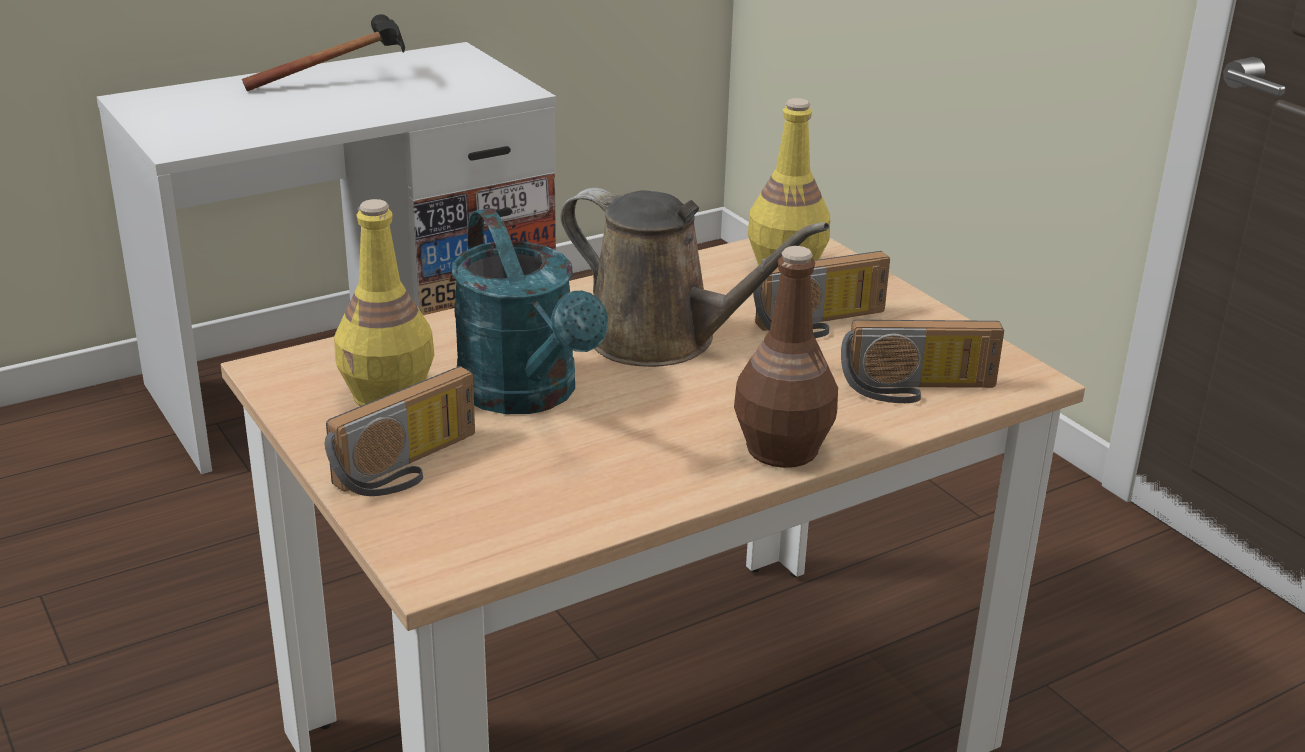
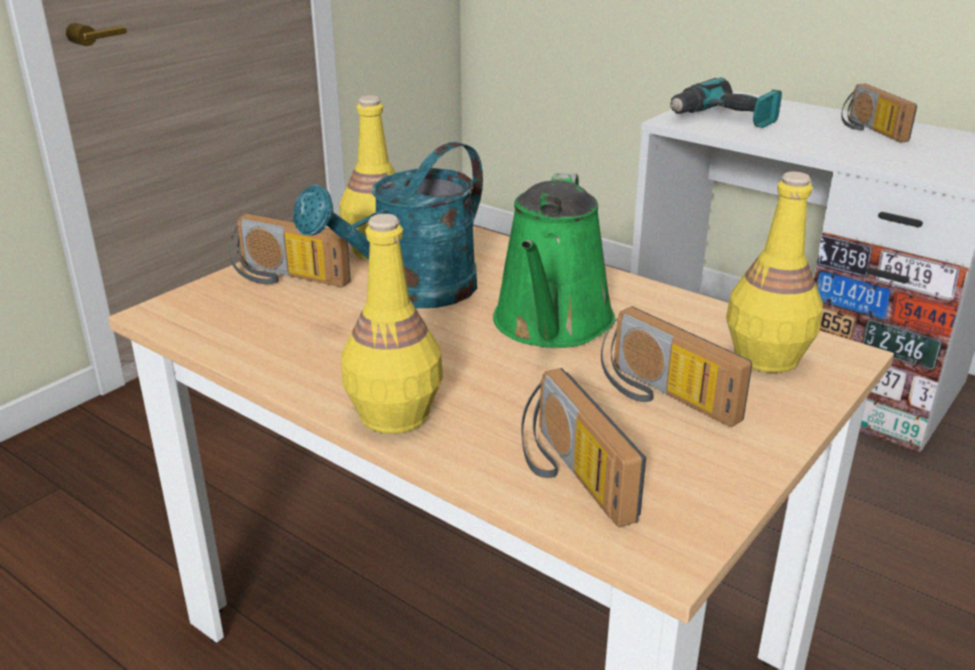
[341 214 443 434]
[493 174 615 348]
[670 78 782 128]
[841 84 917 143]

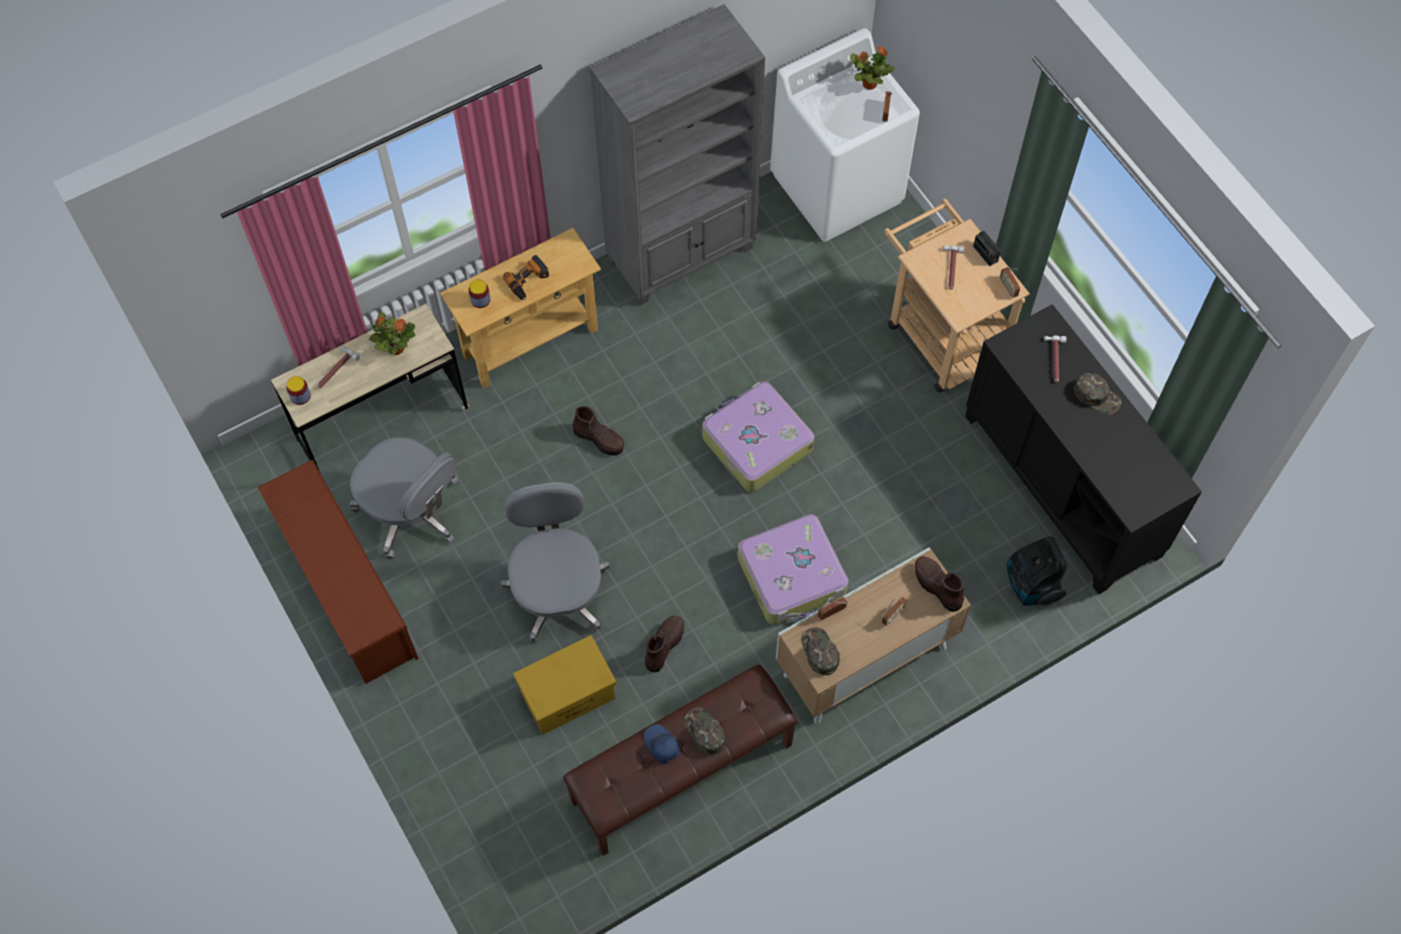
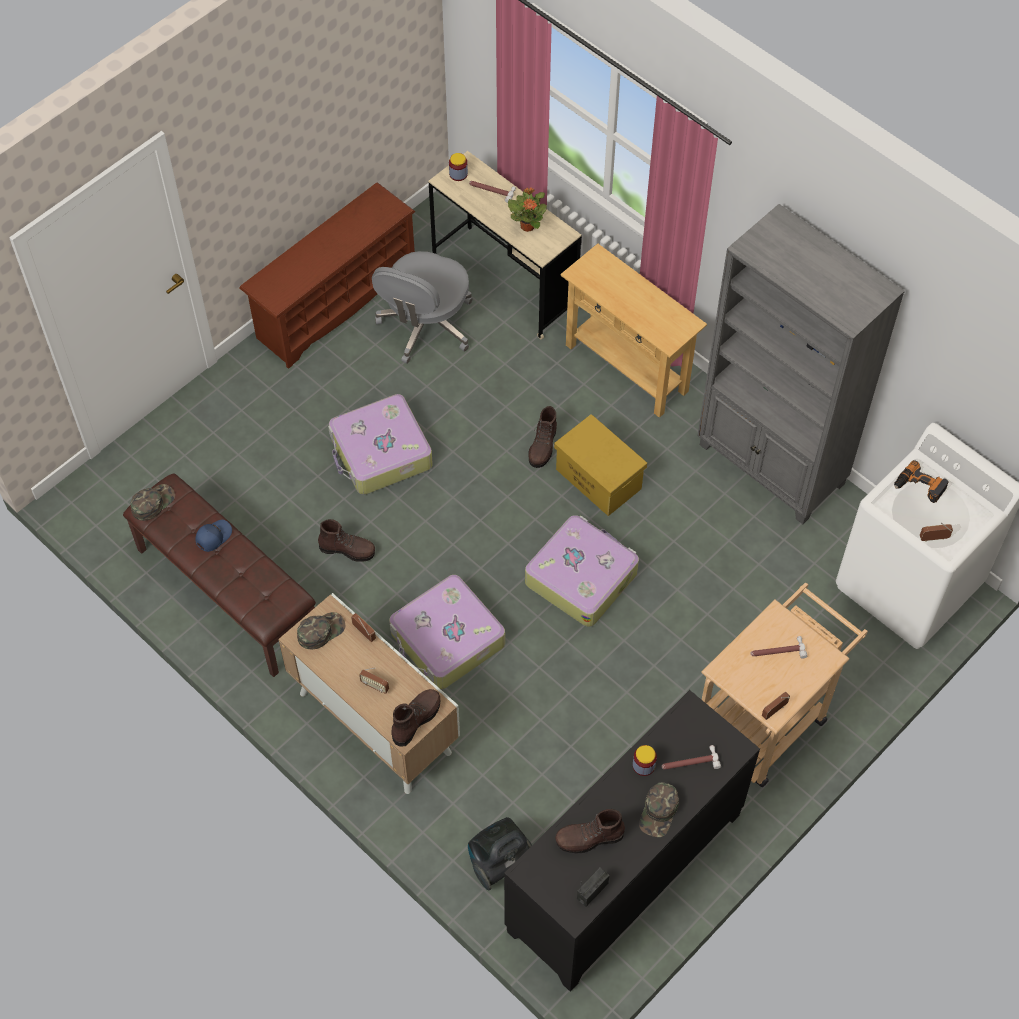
[130 484 175 521]
[328 394 433 495]
[554 414 647 516]
[555 809 625 853]
[577 868 609 907]
[633 745 657 776]
[894 460 949 503]
[850 46 895 90] (first image)

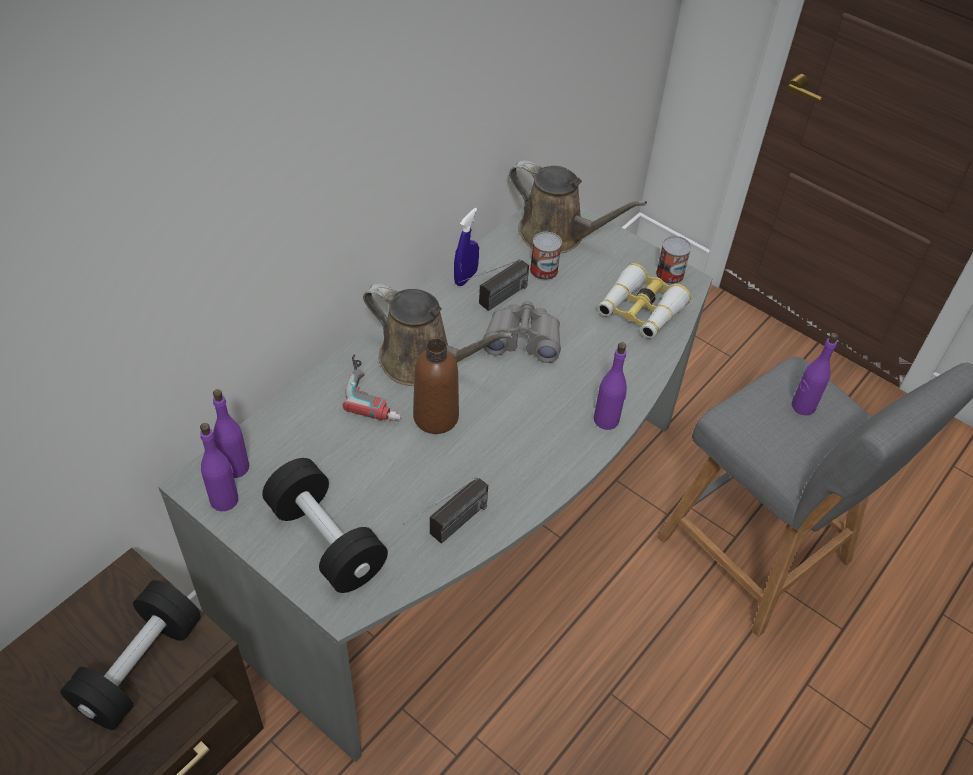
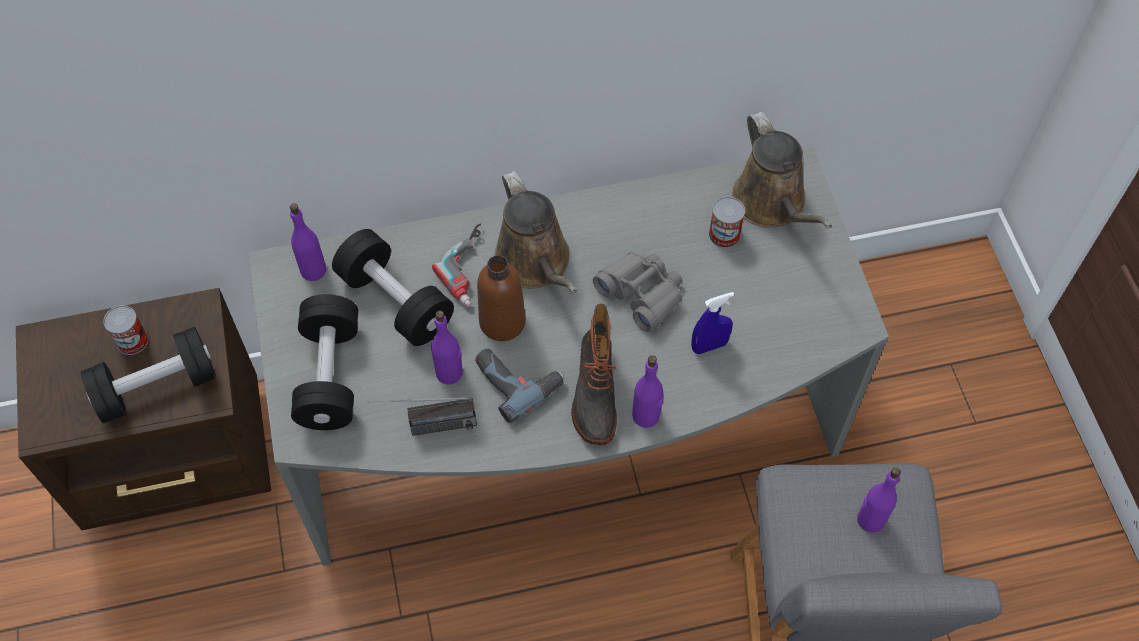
[103 305 148 355]
[332 229 454 346]
[431 311 463 385]
[475 349 564 423]
[571 303 617 445]
[691 292 734 354]
[458 259 529 311] (first image)
[598 263 691 339] (first image)

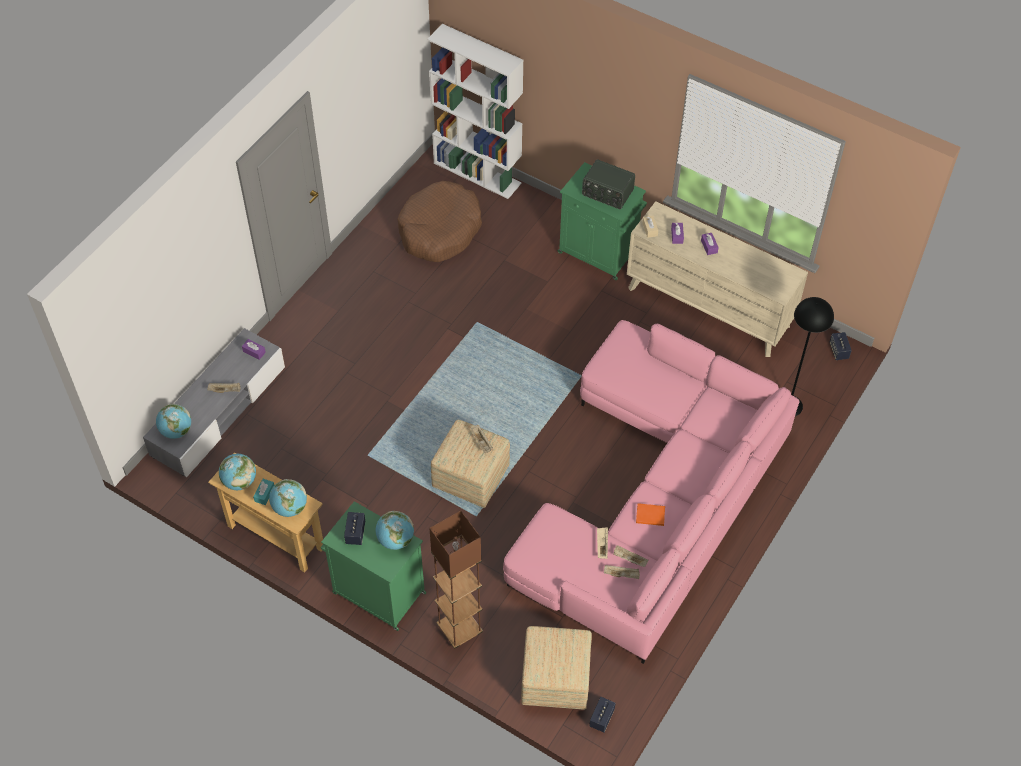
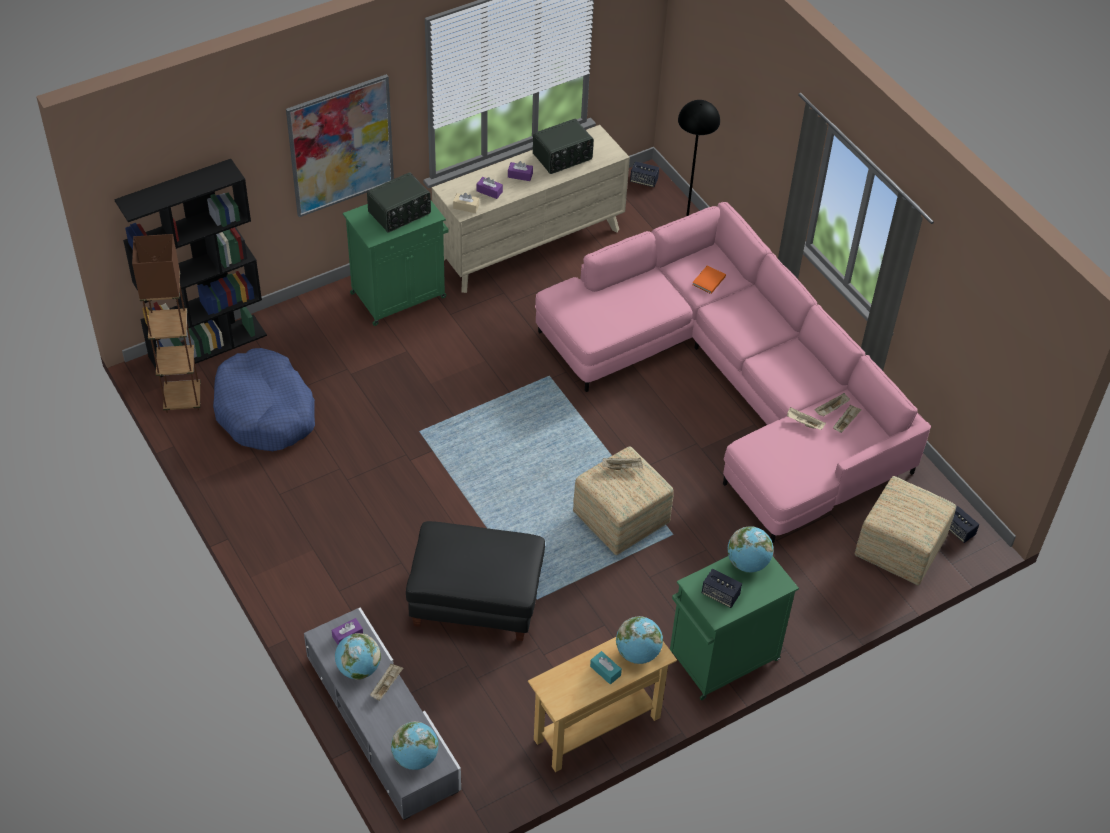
[114 159 267 377]
[132 234 201 413]
[213 348 315 451]
[286 74 394 217]
[335 633 381 680]
[406 521 545 641]
[533 119 594 174]
[692 266 726 294]

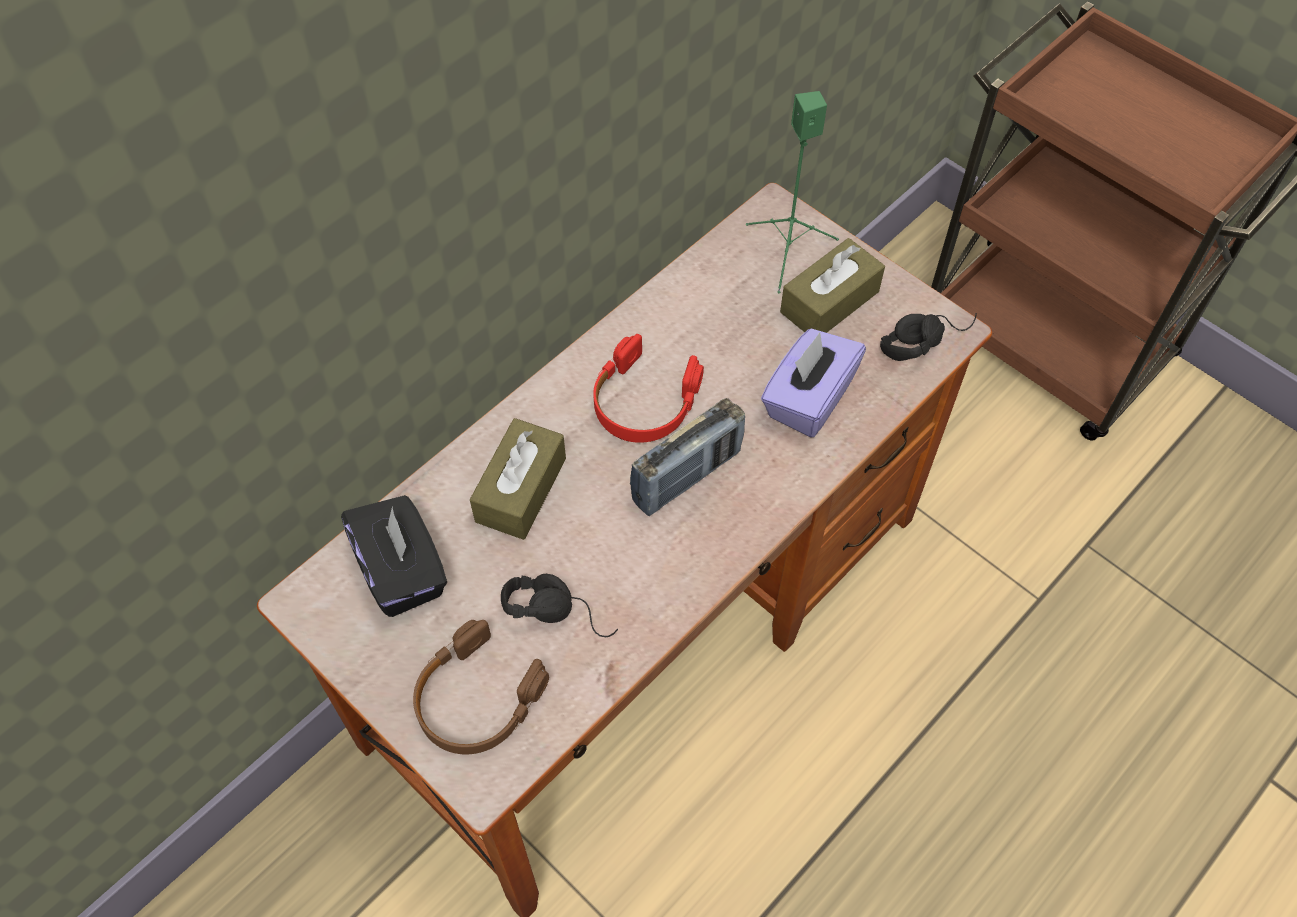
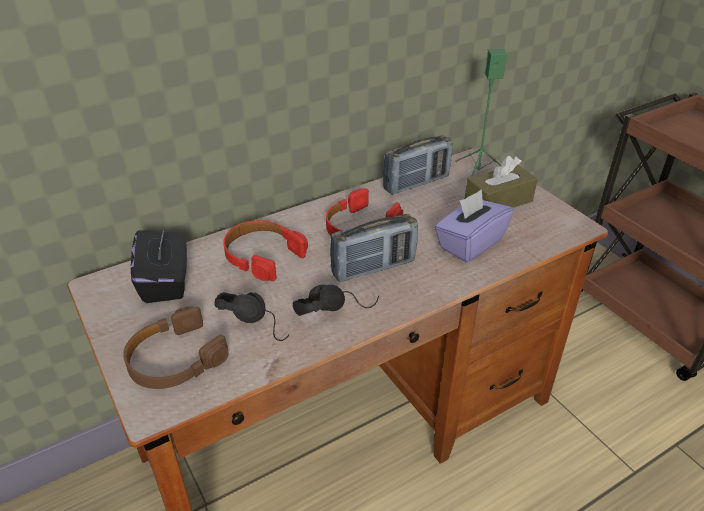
[223 220 308 281]
[293 284 379 316]
[383 135 453 195]

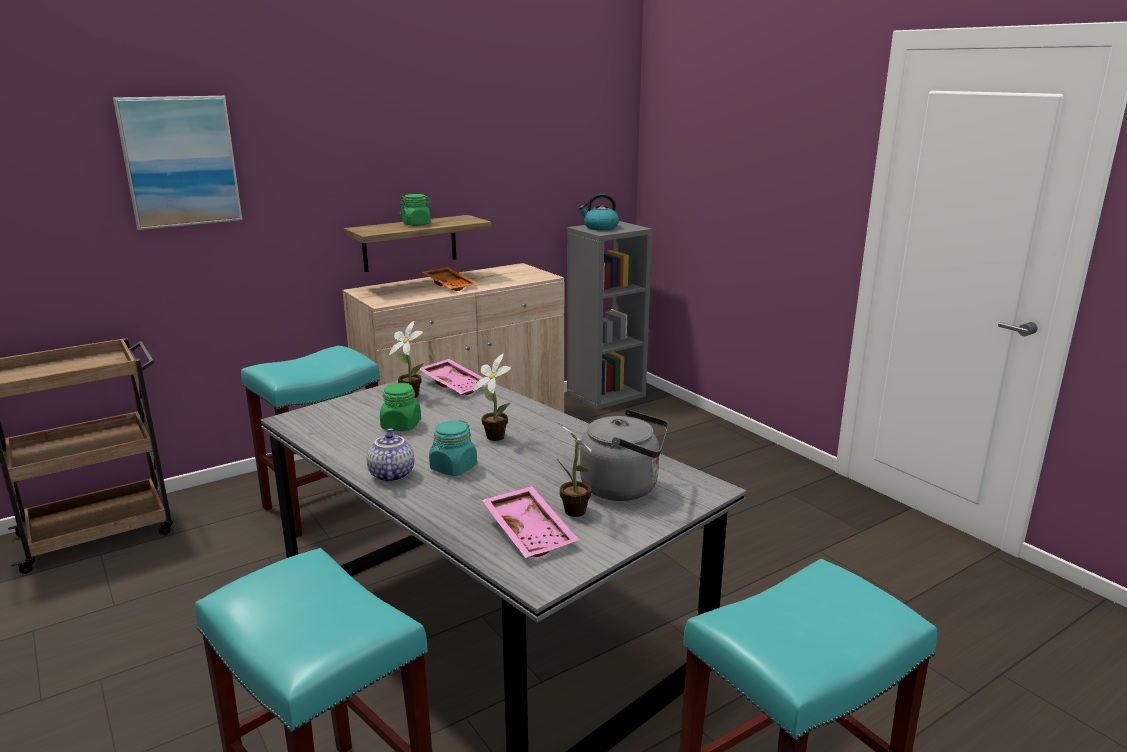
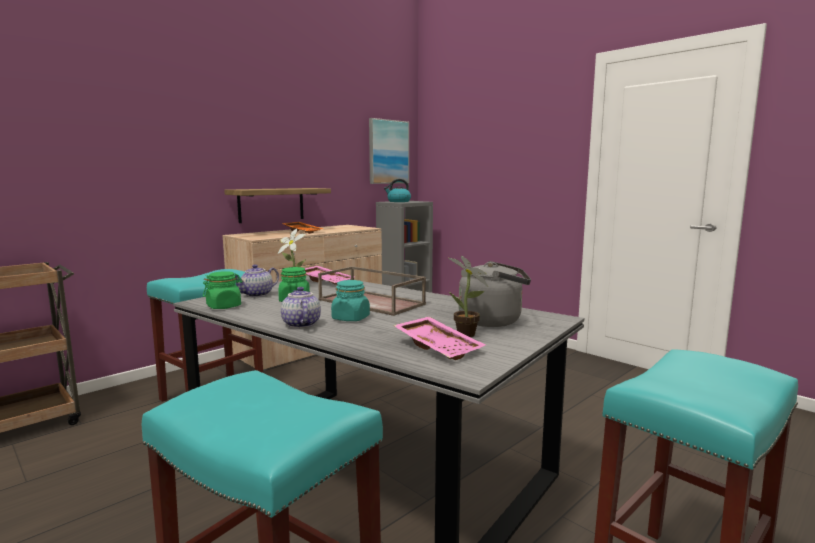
[203 271 243 309]
[235 264 279 297]
[318 266 426 316]
[369 118 409 184]

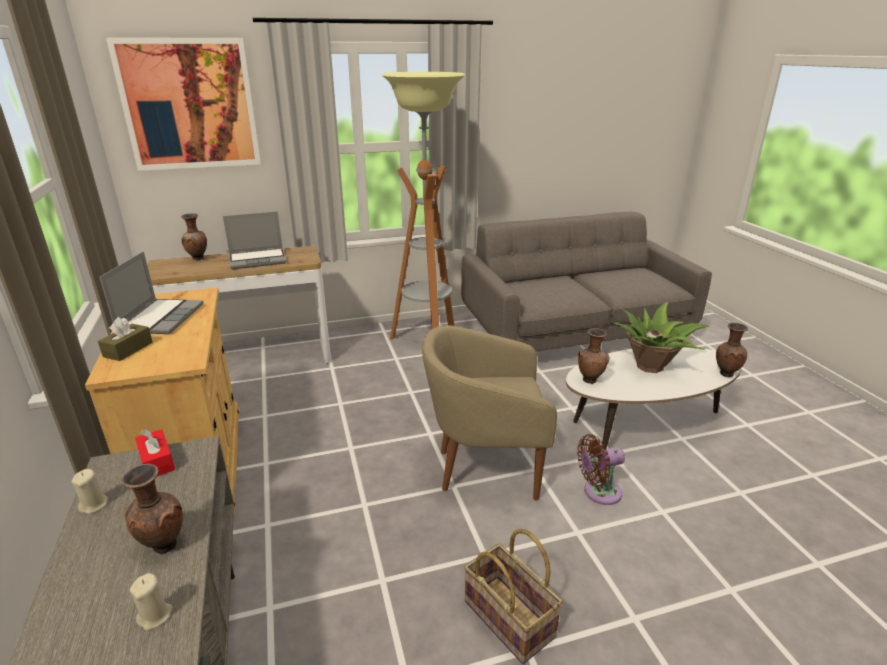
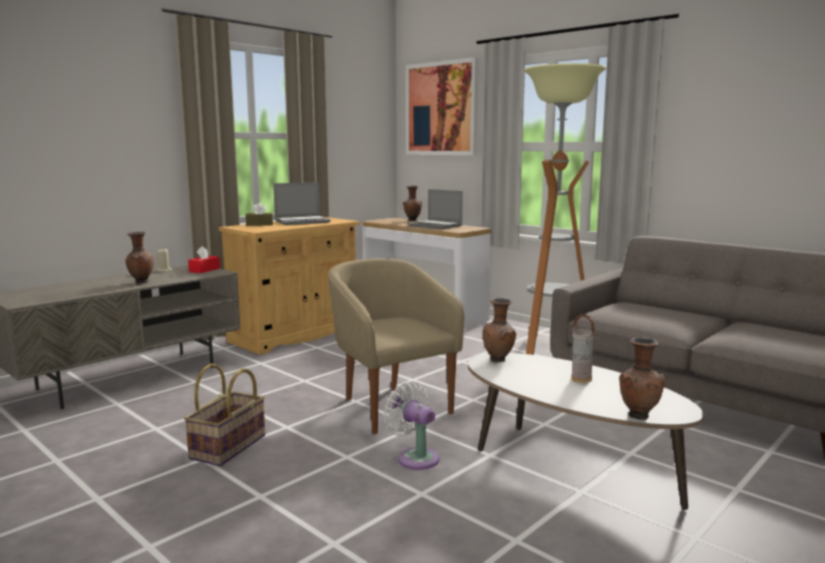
[383 381 439 470]
[571 314 595 383]
[130 573 172 631] (first image)

